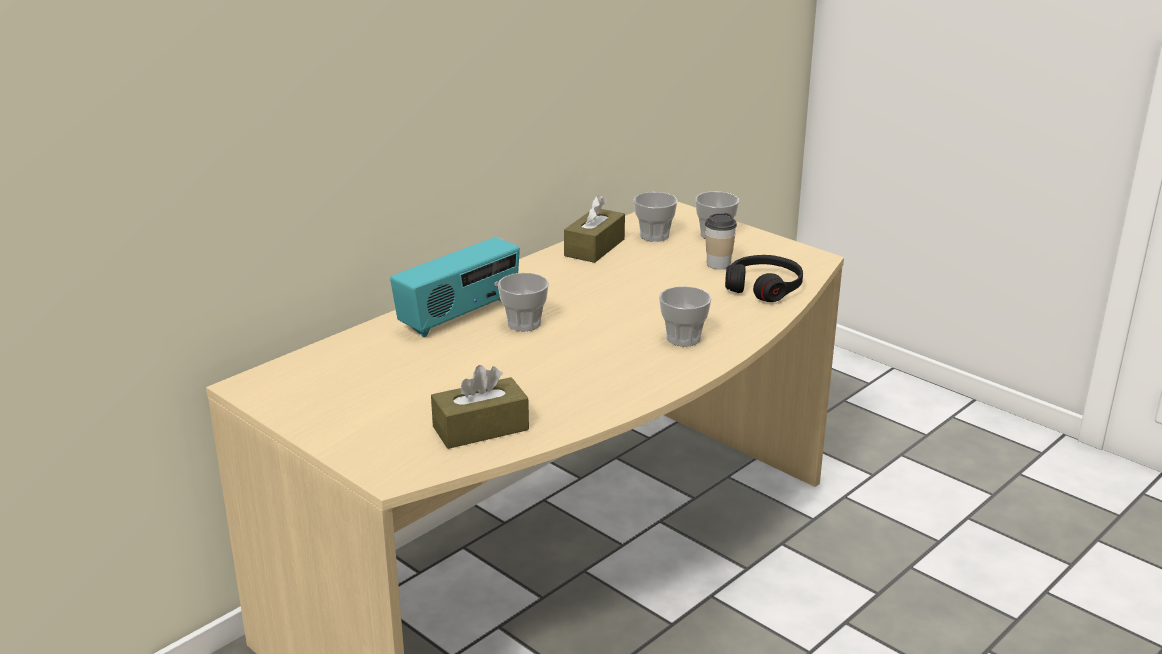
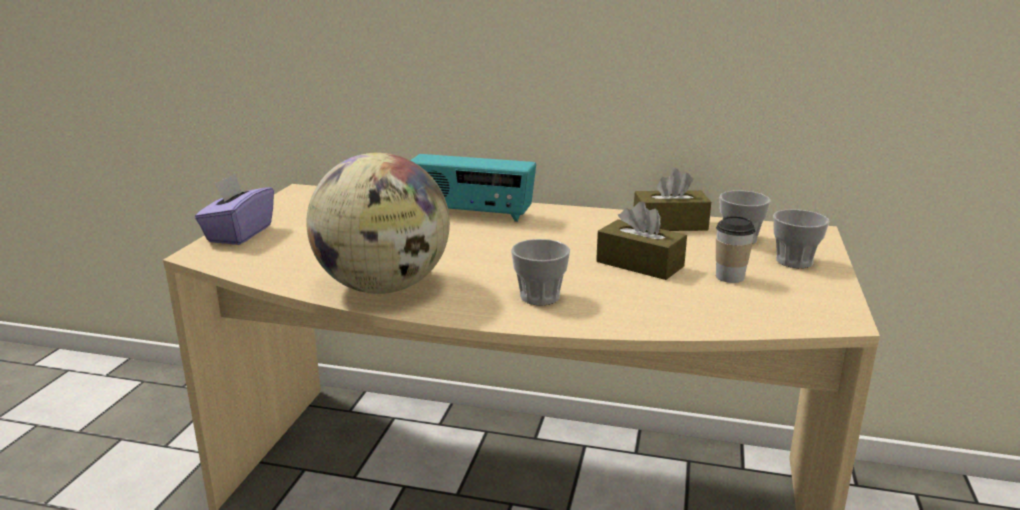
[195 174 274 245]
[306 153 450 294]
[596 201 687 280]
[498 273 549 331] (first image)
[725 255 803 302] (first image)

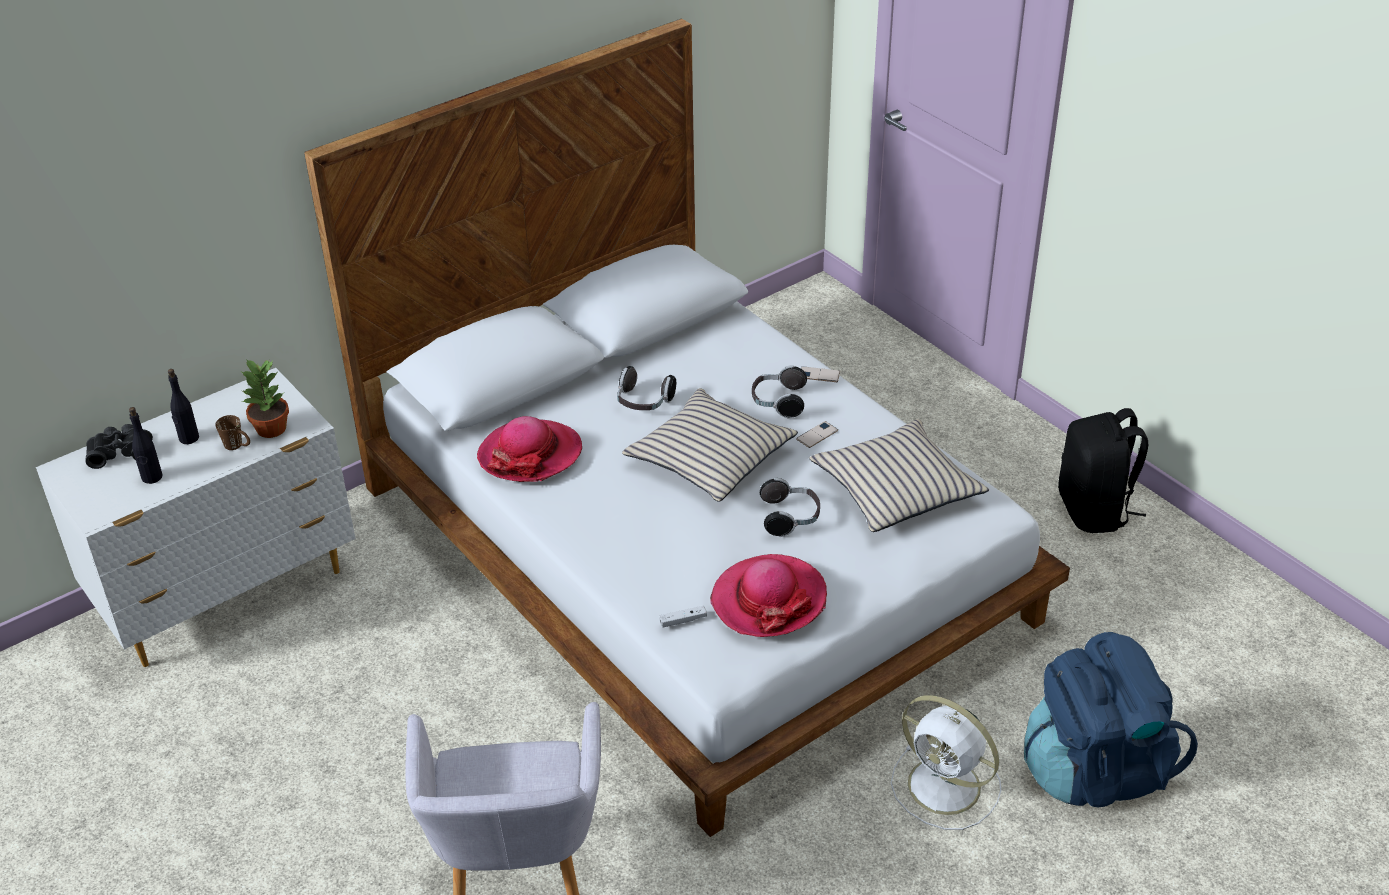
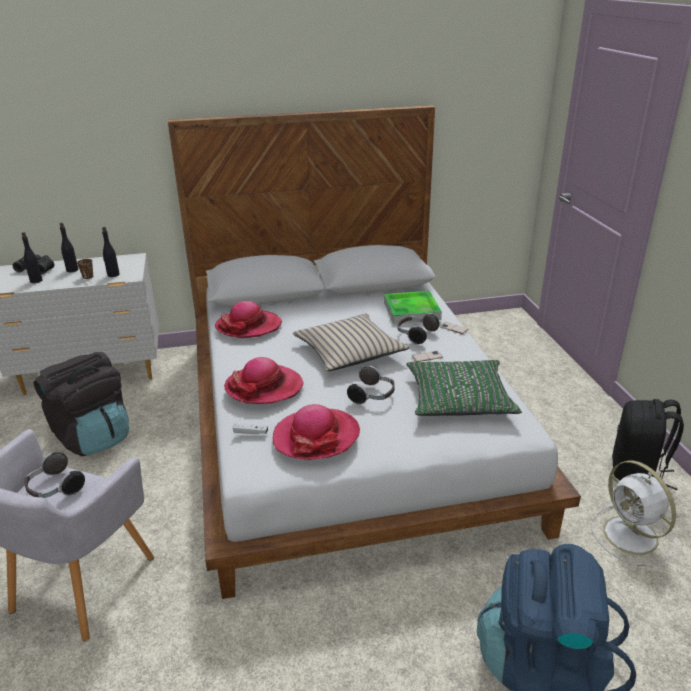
[24 452 85 498]
[34 352 129 456]
[102 227 120 277]
[224 357 304 404]
[384 291 442 324]
[407 360 522 416]
[591 460 676 566]

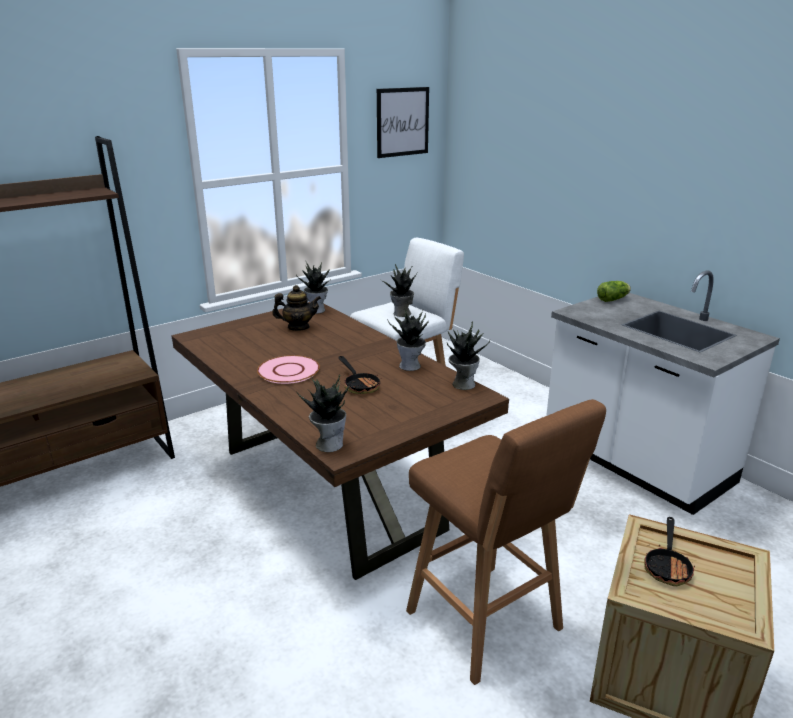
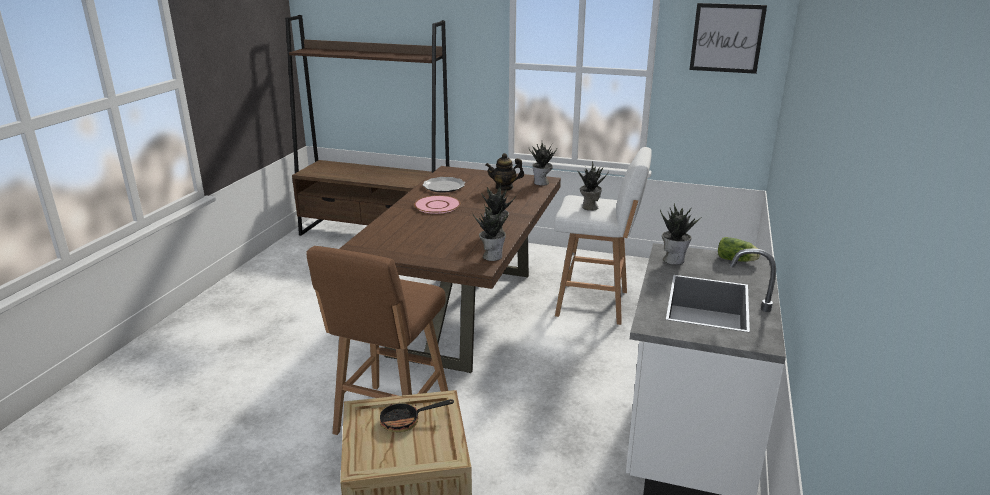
[422 177 465 192]
[486 153 524 191]
[660 203 701 265]
[339 356 382 394] (first image)

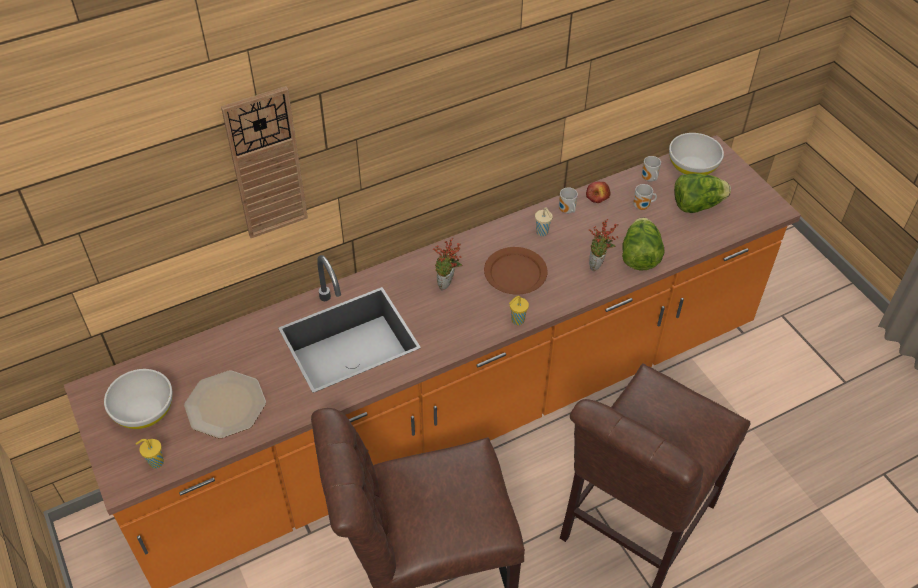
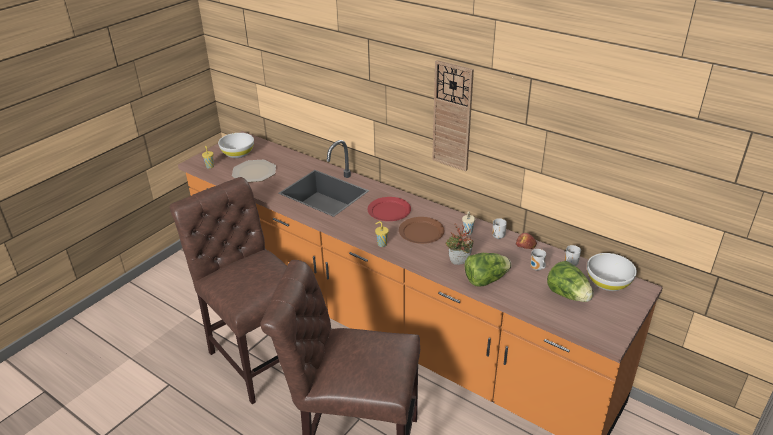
[367 197 411 221]
[432 60 474 171]

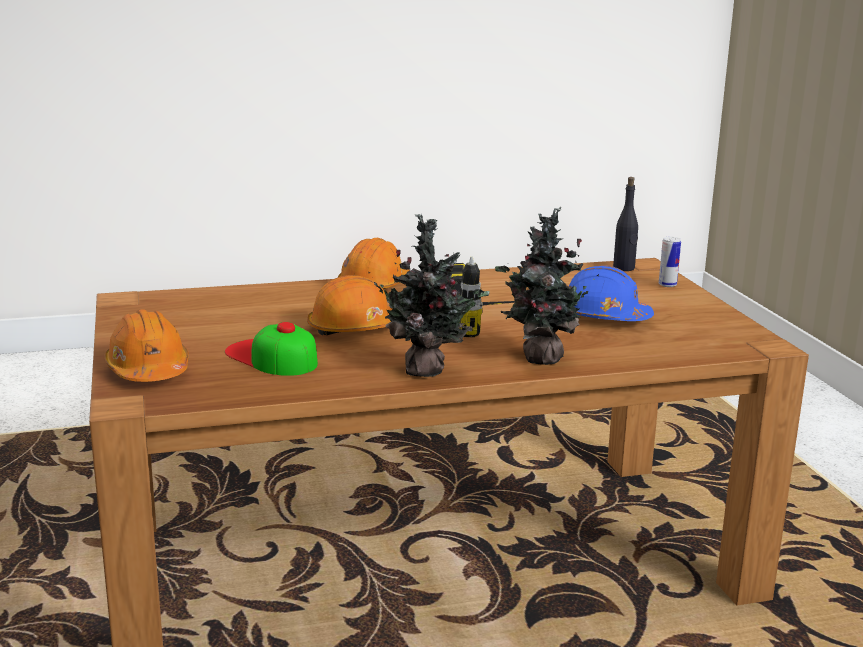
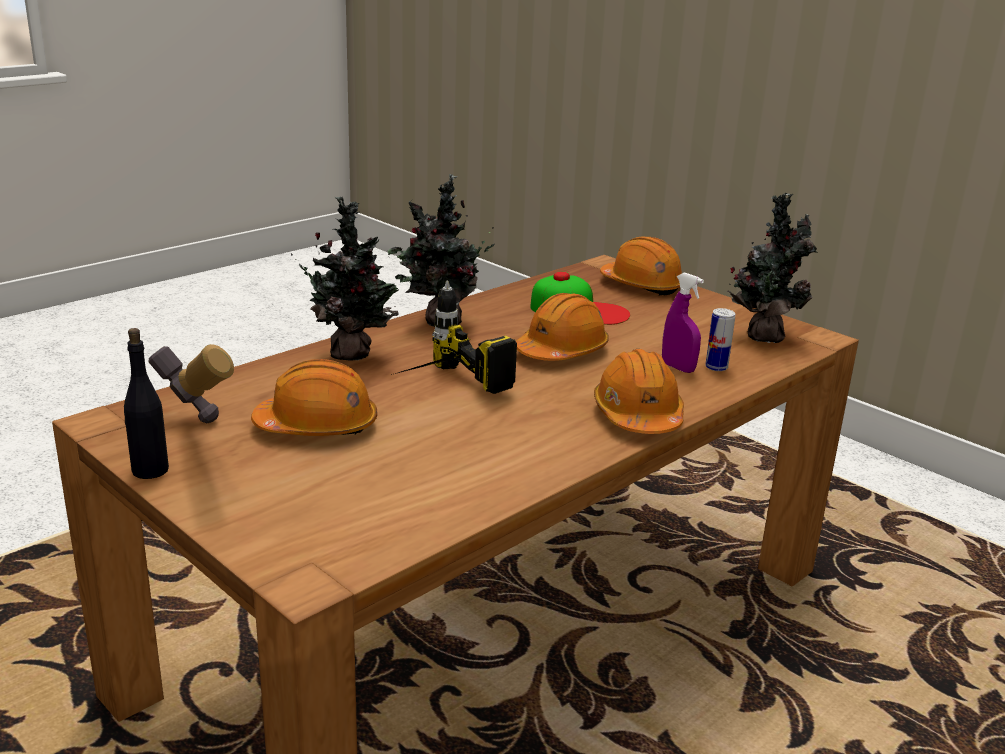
[124 328 169 479]
[148 344 234 423]
[251 359 377 436]
[662 272 704 373]
[705 308 735 371]
[727 192 818 343]

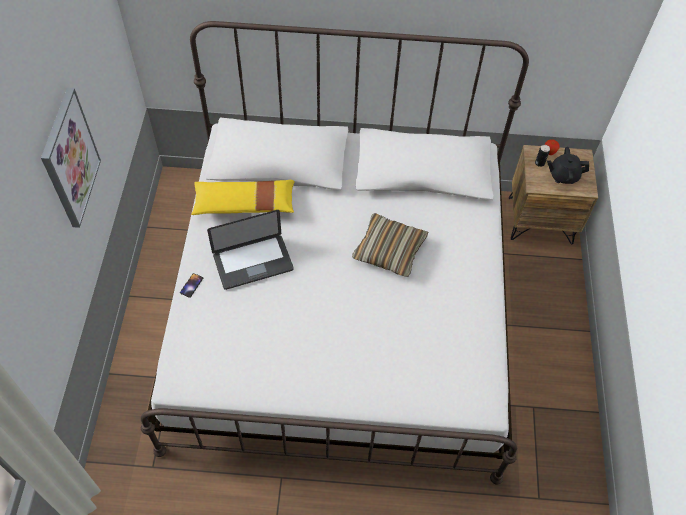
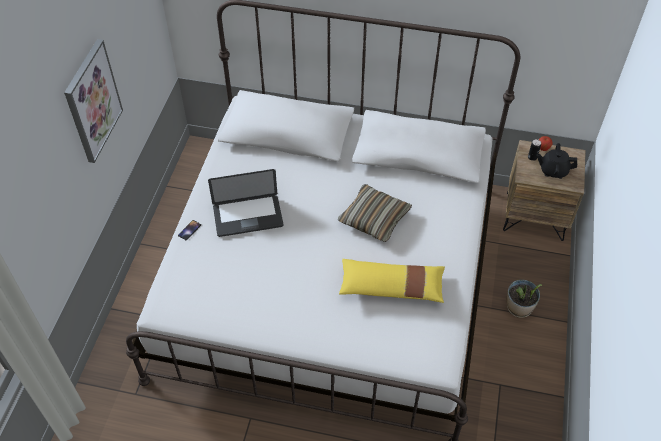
[339 259 445 303]
[507 280 542 318]

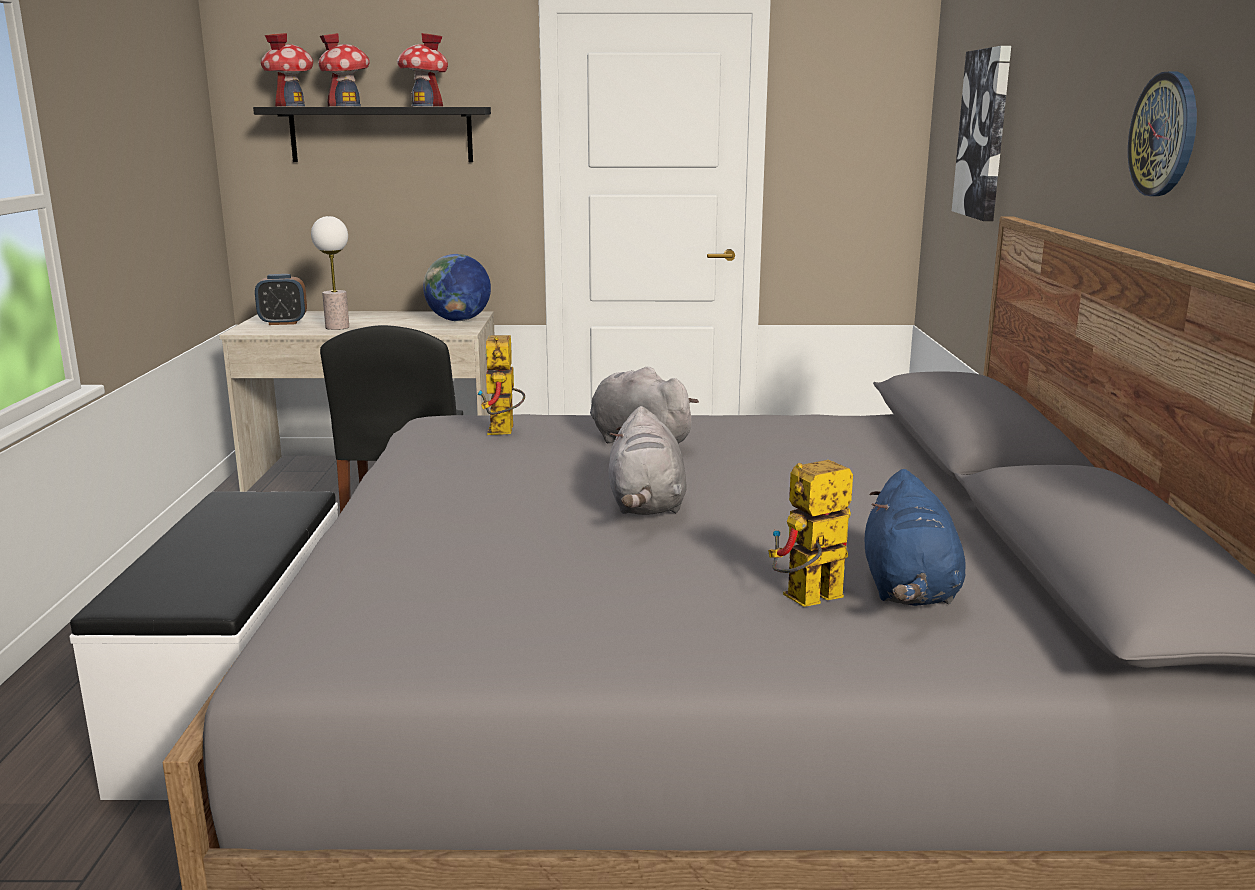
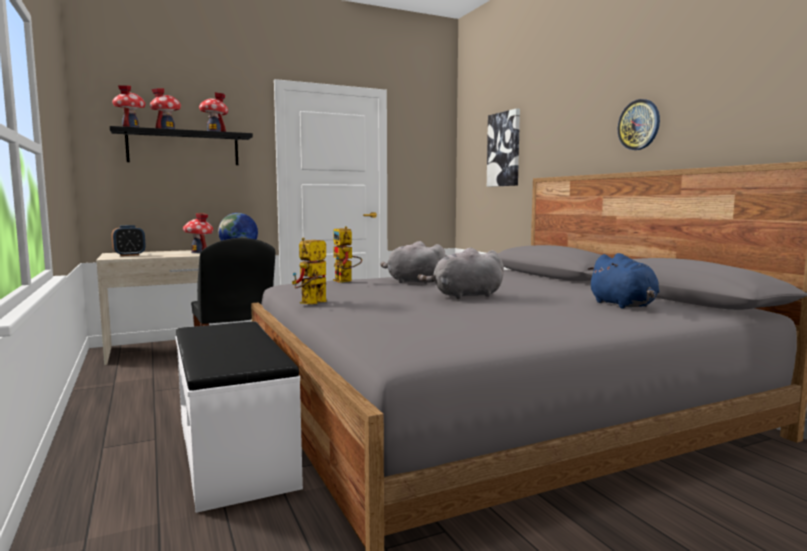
[183 213 213 253]
[292 238 327 304]
[417 248 504 299]
[311 216 349 330] (first image)

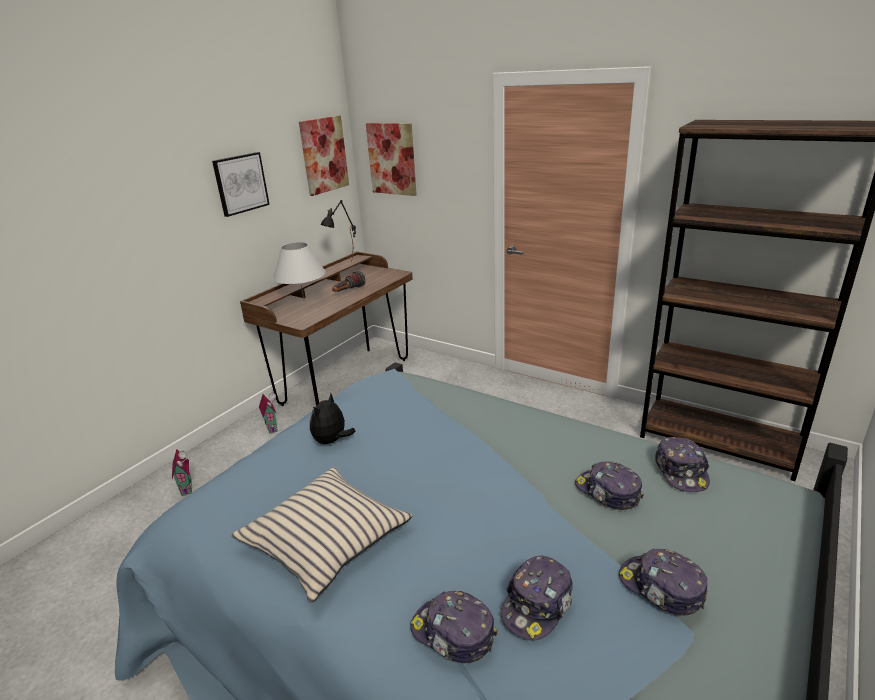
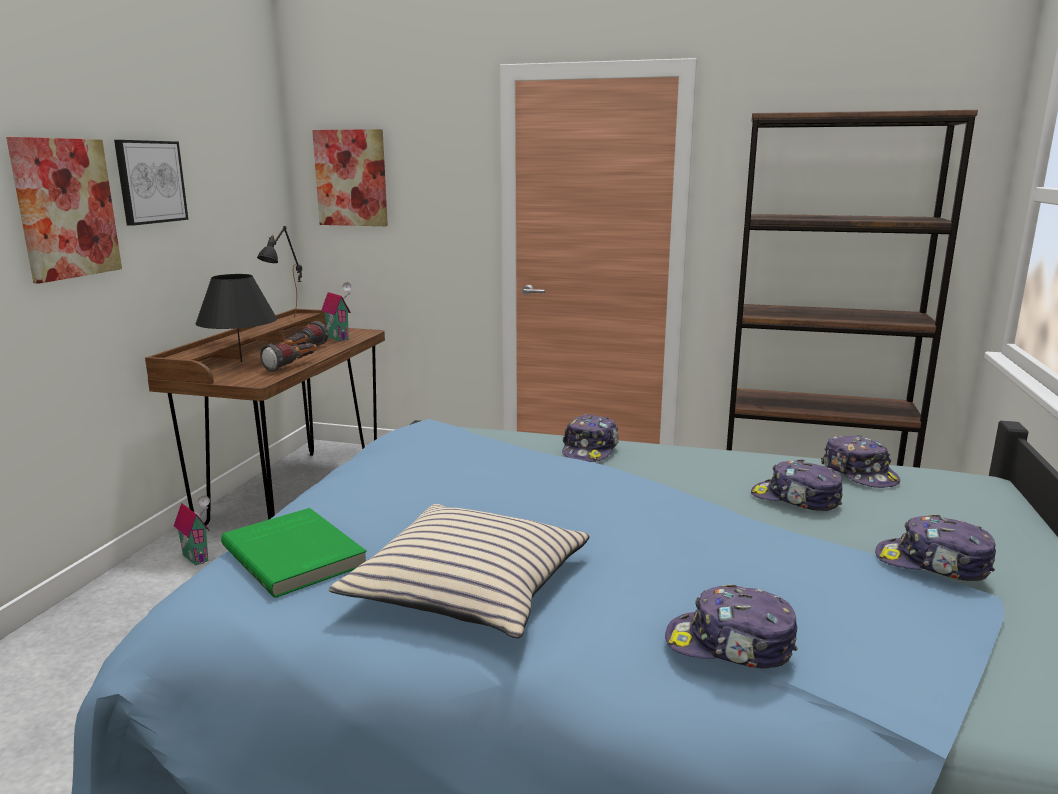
[6 137 122 284]
[195 274 277 362]
[221 508 367 598]
[260 343 317 372]
[321 282 352 341]
[562 414 619 462]
[310 393 356 444] (first image)

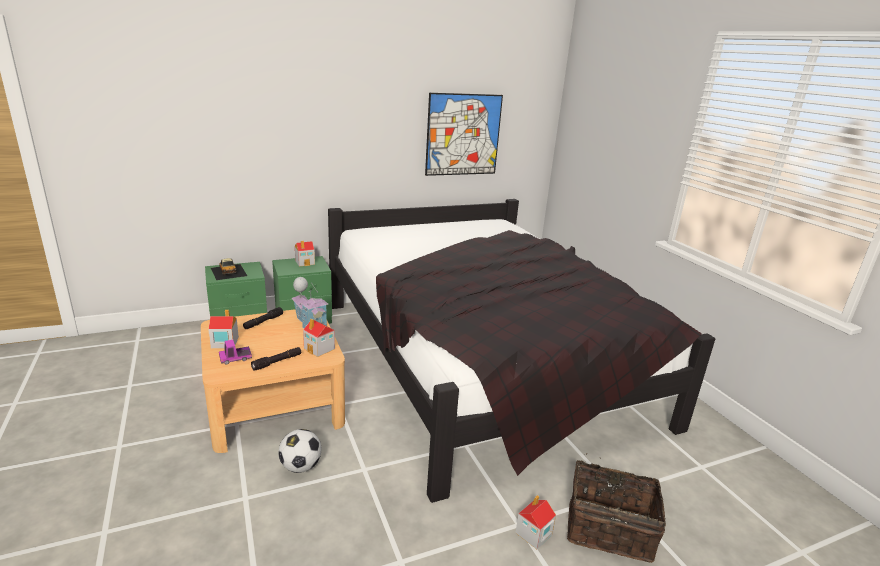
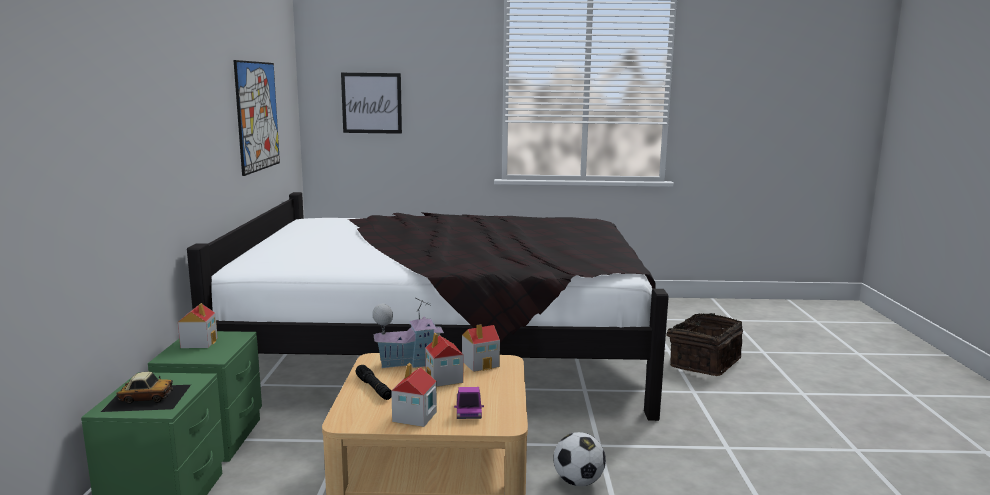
[341 73 402 134]
[425 333 463 387]
[251 347 301 371] (first image)

